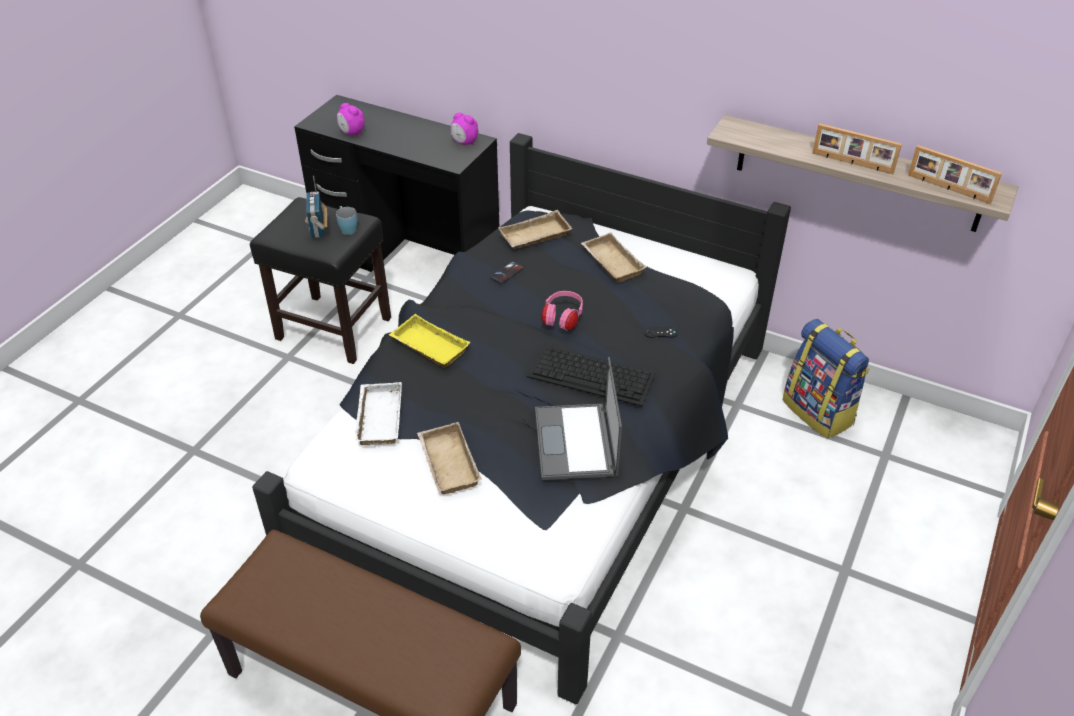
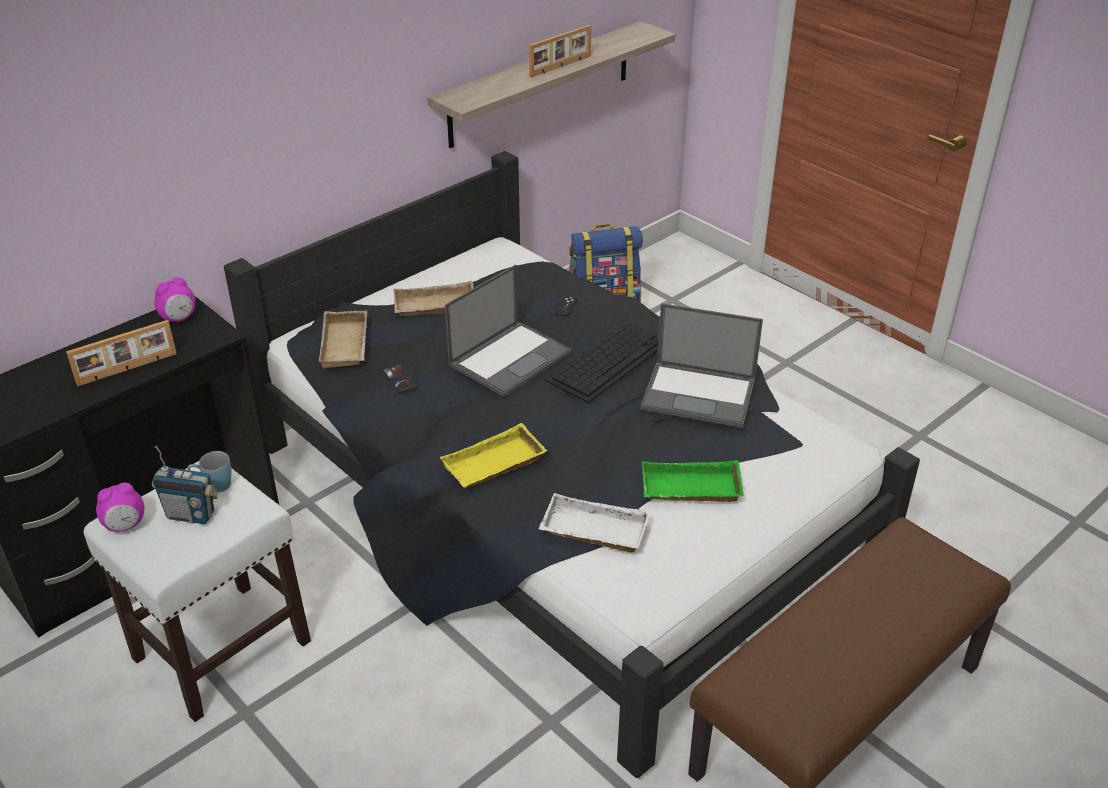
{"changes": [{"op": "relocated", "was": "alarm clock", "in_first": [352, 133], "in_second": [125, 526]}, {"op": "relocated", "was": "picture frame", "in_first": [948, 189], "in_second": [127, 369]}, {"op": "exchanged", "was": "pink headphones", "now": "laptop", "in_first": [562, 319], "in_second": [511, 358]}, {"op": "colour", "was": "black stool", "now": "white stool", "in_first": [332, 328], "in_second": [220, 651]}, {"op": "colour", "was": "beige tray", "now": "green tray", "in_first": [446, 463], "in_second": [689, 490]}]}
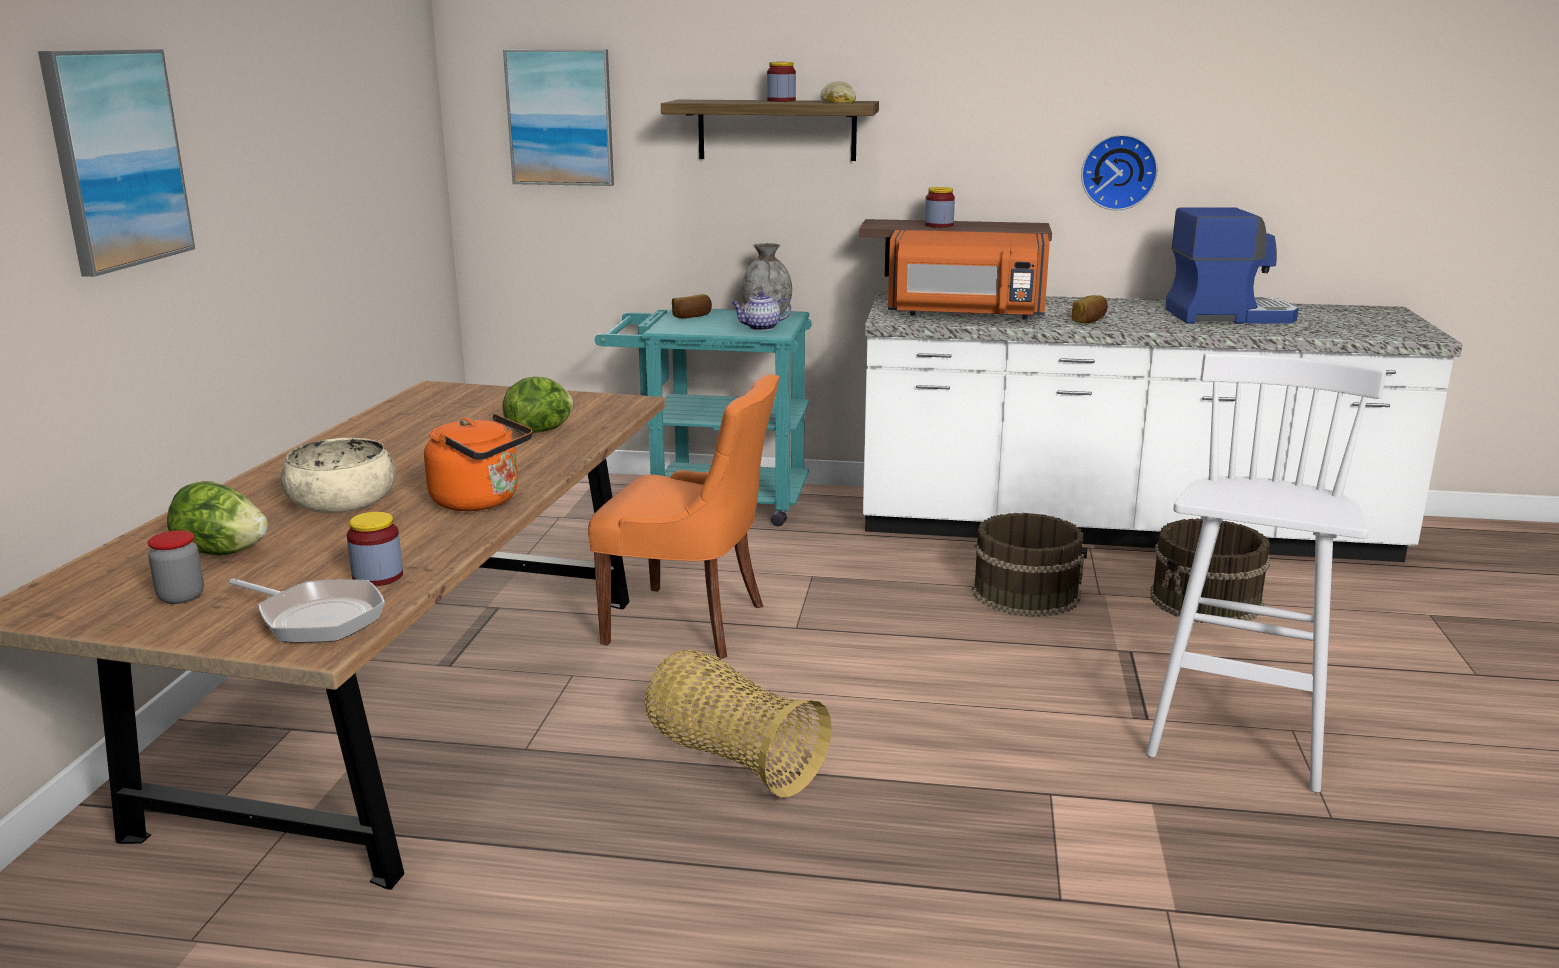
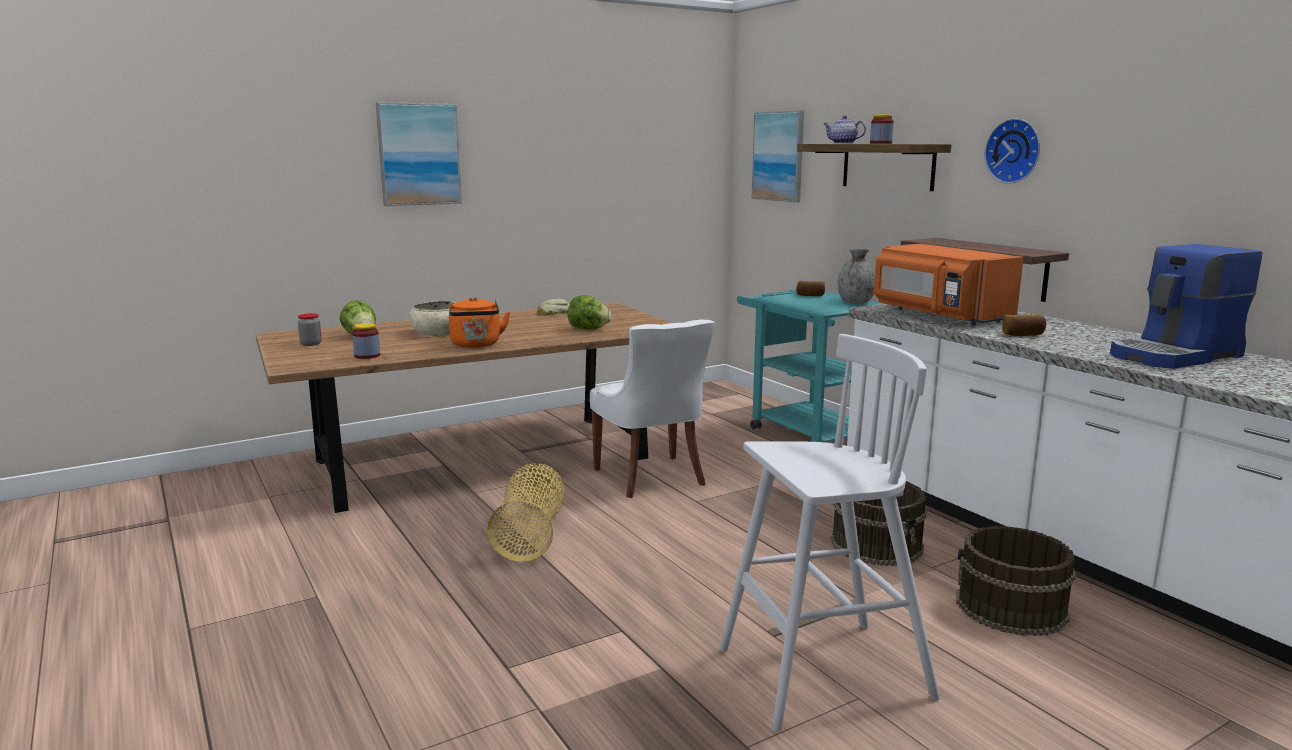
{"changes": [{"op": "missing", "was": "frying pan", "in_first": [316, 618]}, {"op": "missing", "was": "jar", "in_first": [939, 225]}, {"op": "relocated", "was": "teapot", "in_first": [760, 328], "in_second": [842, 143]}, {"op": "relocated", "was": "bread", "in_first": [838, 102], "in_second": [553, 312]}, {"op": "relocated", "was": "wall clock", "in_first": [1118, 172], "in_second": [1015, 151]}, {"op": "colour", "was": "orange chair", "now": "white chair", "in_first": [690, 623], "in_second": [651, 478]}, {"op": "spun", "was": "coffee machine", "in_first": [1229, 316], "in_second": [1176, 356], "clockwise": 105}]}
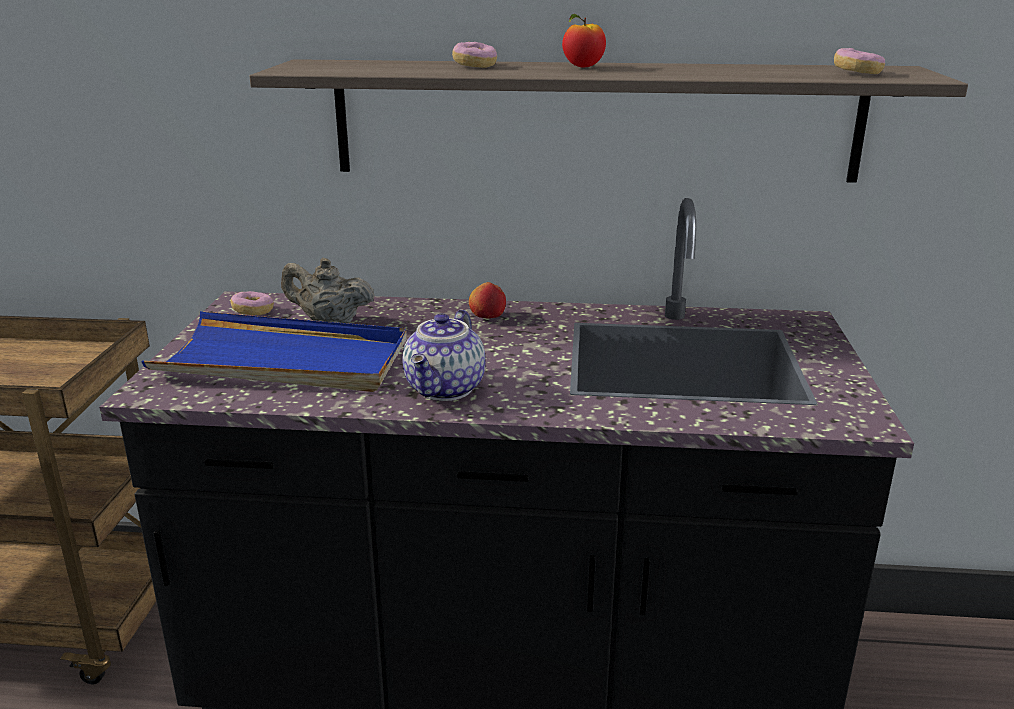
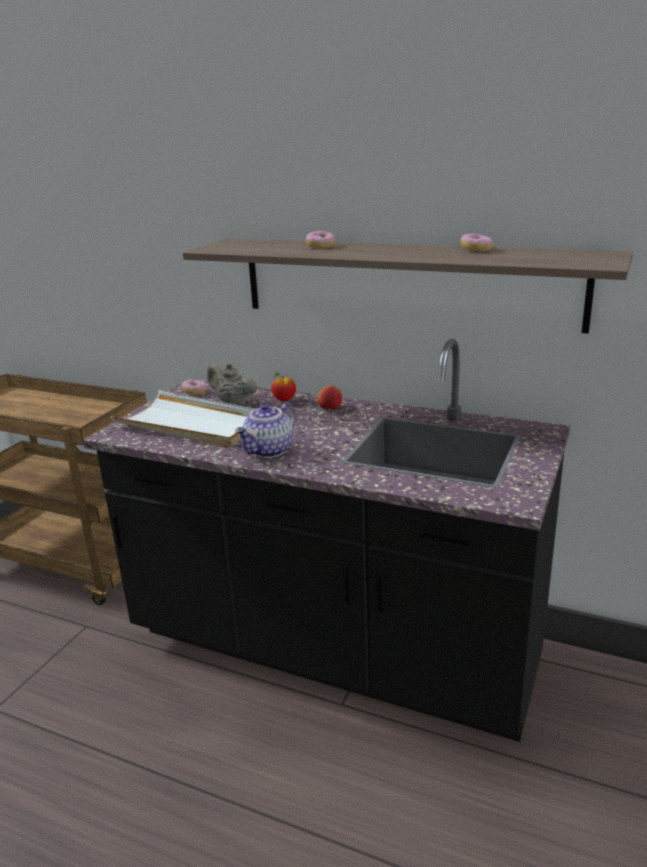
{"changes": [{"op": "relocated", "was": "apple", "in_first": [583, 67], "in_second": [284, 400]}, {"op": "relocated", "was": "donut", "in_first": [857, 73], "in_second": [476, 250]}, {"op": "colour", "was": "blue tray", "now": "white tray", "in_first": [284, 361], "in_second": [192, 424]}]}
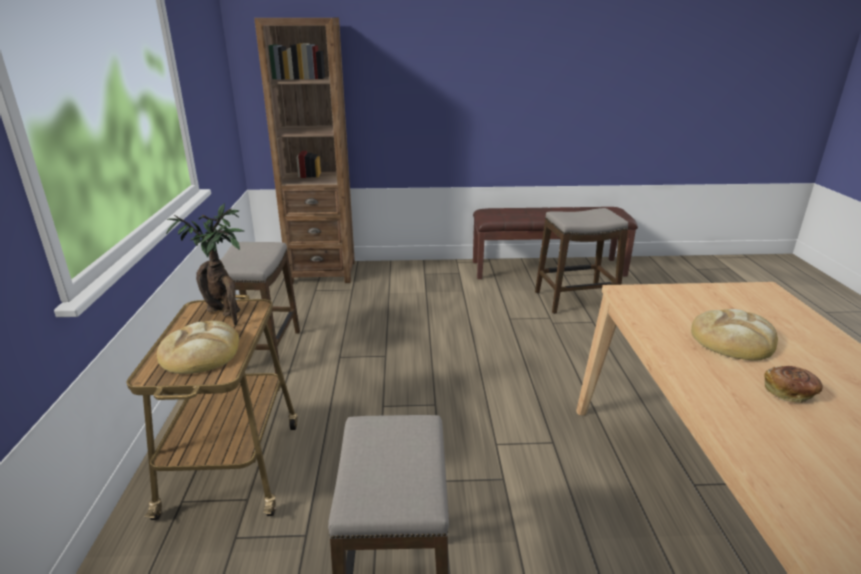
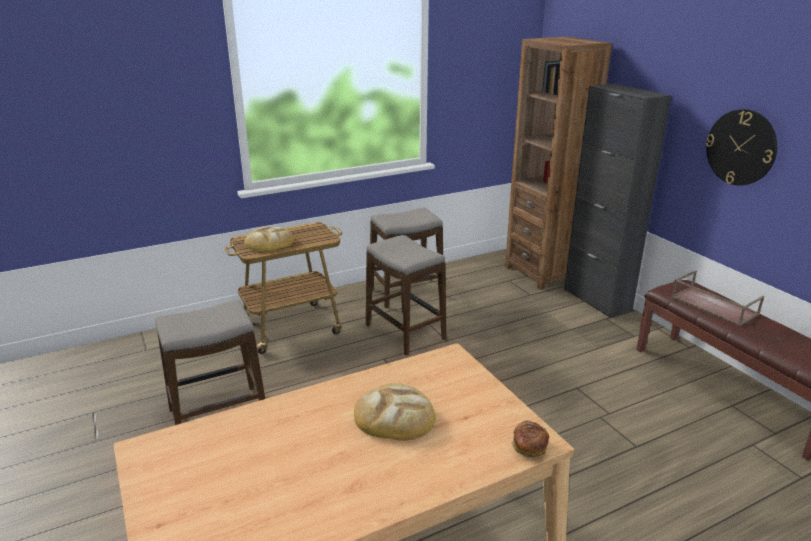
{"changes": [{"op": "missing", "was": "potted plant", "in_first": [225, 313]}, {"op": "appeared", "now": "black cabinet", "in_second": [597, 300]}, {"op": "appeared", "now": "brown tray", "in_second": [712, 305]}, {"op": "appeared", "now": "wall clock", "in_second": [741, 147]}, {"op": "relocated", "was": "stool", "in_first": [575, 299], "in_second": [405, 332]}, {"op": "relocated", "was": "bread", "in_first": [789, 393], "in_second": [529, 448]}]}
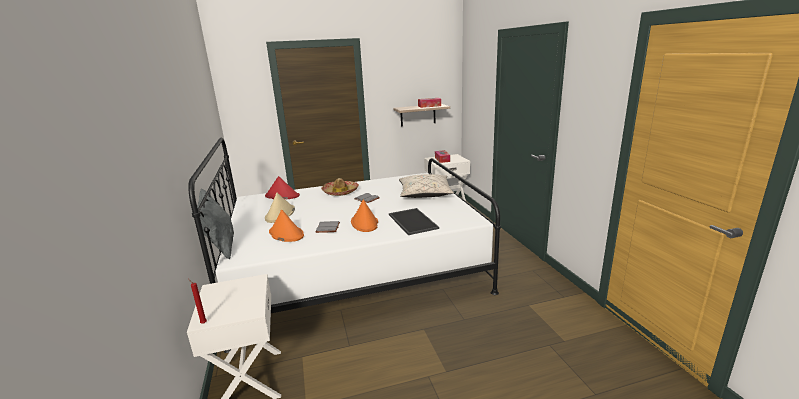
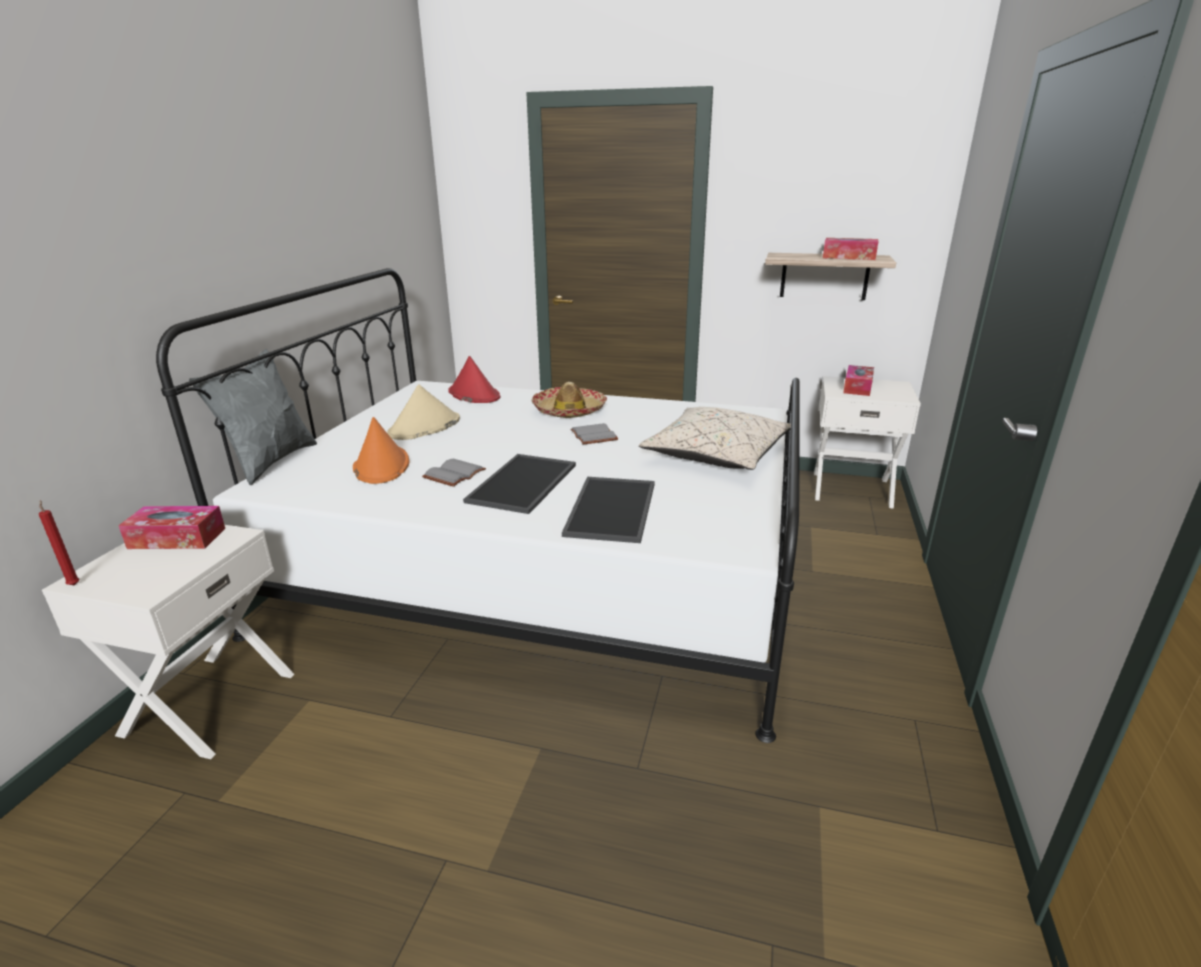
{"changes": [{"op": "appeared", "now": "tissue box", "in_second": [177, 538]}, {"op": "exchanged", "was": "orange hat", "now": "tray", "in_first": [364, 223], "in_second": [524, 484]}]}
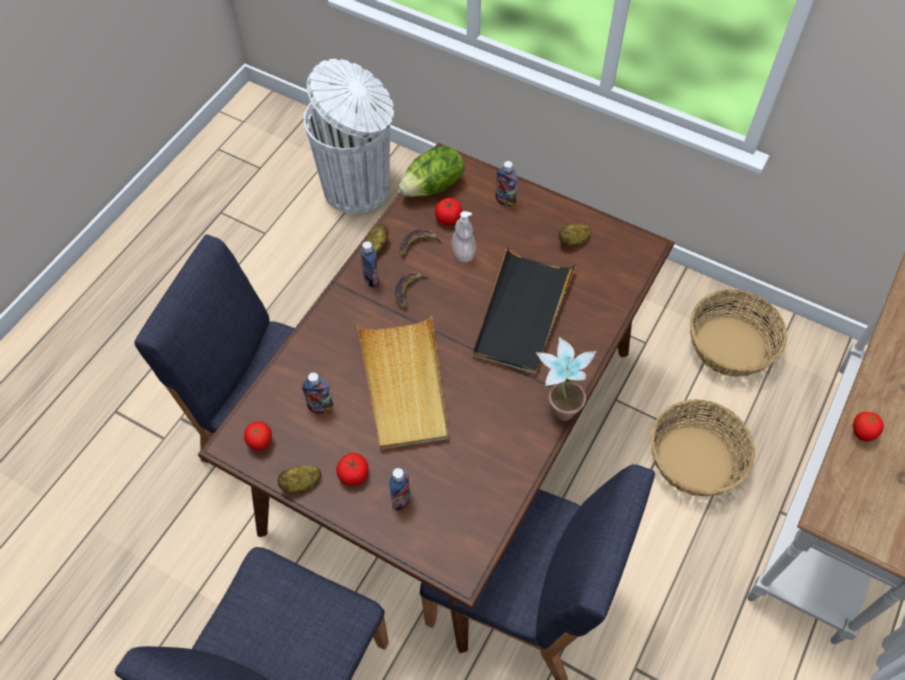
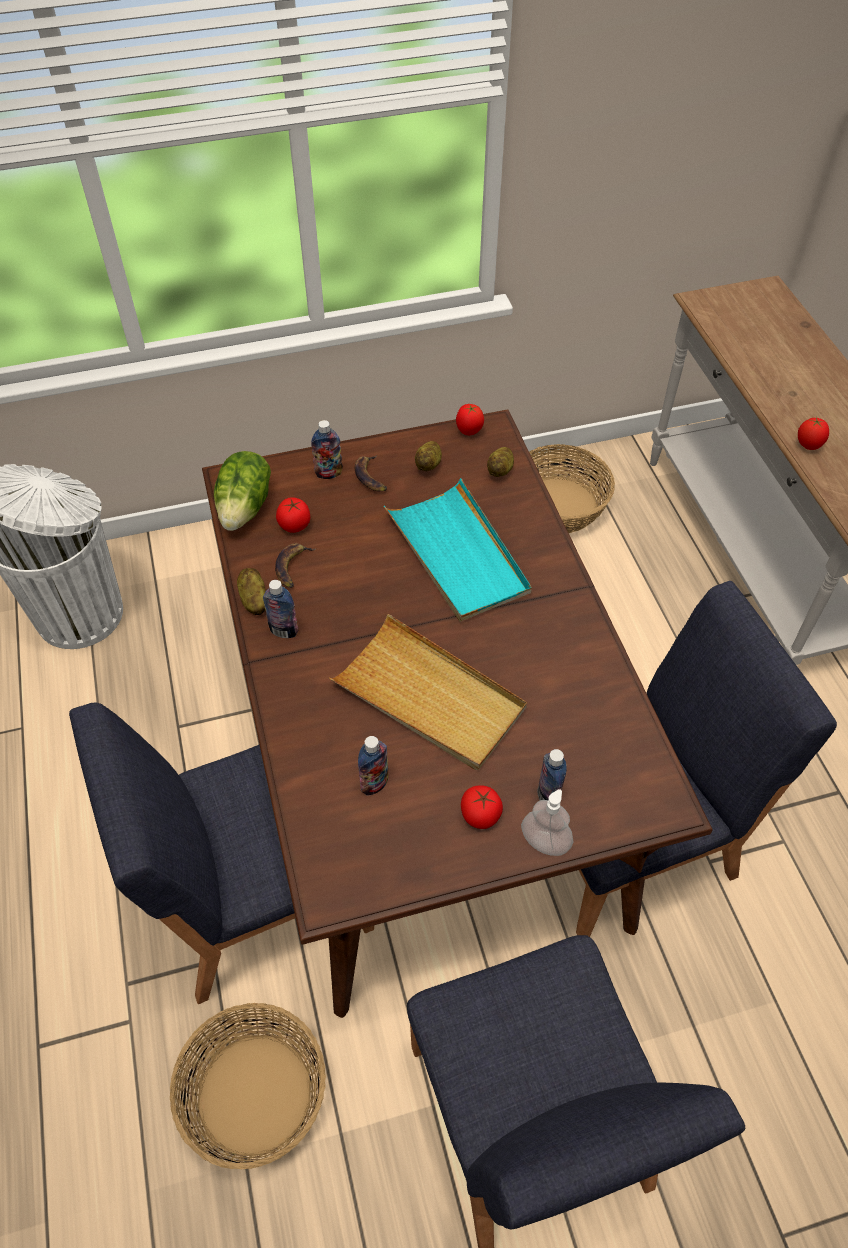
{"changes": [{"op": "missing", "was": "potted plant", "in_first": [560, 405]}, {"op": "relocated", "was": "tomato", "in_first": [260, 443], "in_second": [469, 431]}, {"op": "relocated", "was": "potato", "in_first": [301, 483], "in_second": [501, 470]}, {"op": "relocated", "was": "banana", "in_first": [409, 291], "in_second": [371, 476]}, {"op": "relocated", "was": "soap dispenser", "in_first": [463, 253], "in_second": [545, 841]}, {"op": "relocated", "was": "basket", "in_first": [695, 460], "in_second": [256, 1093]}, {"op": "colour", "was": "black tray", "now": "turquoise tray", "in_first": [522, 313], "in_second": [458, 554]}]}
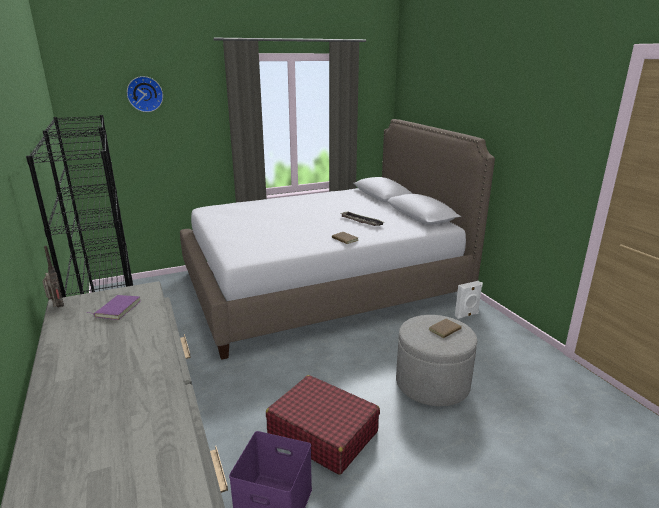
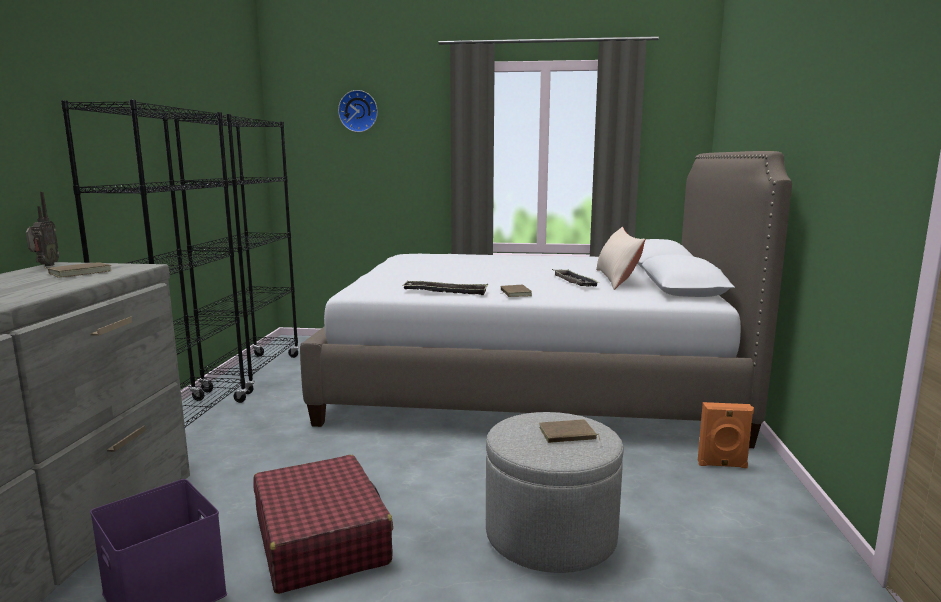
{"changes": [{"op": "appeared", "now": "tray", "in_second": [445, 292]}, {"op": "appeared", "now": "beige pillow", "in_second": [617, 279]}, {"op": "colour", "was": "purple book", "now": "brown book", "in_first": [117, 309], "in_second": [80, 272]}, {"op": "colour", "was": "white speaker", "now": "orange speaker", "in_first": [467, 315], "in_second": [722, 465]}]}
